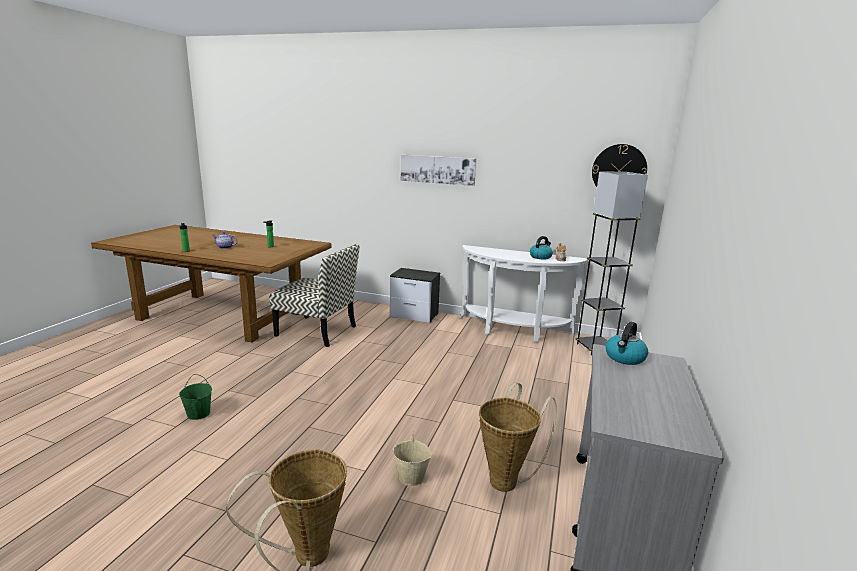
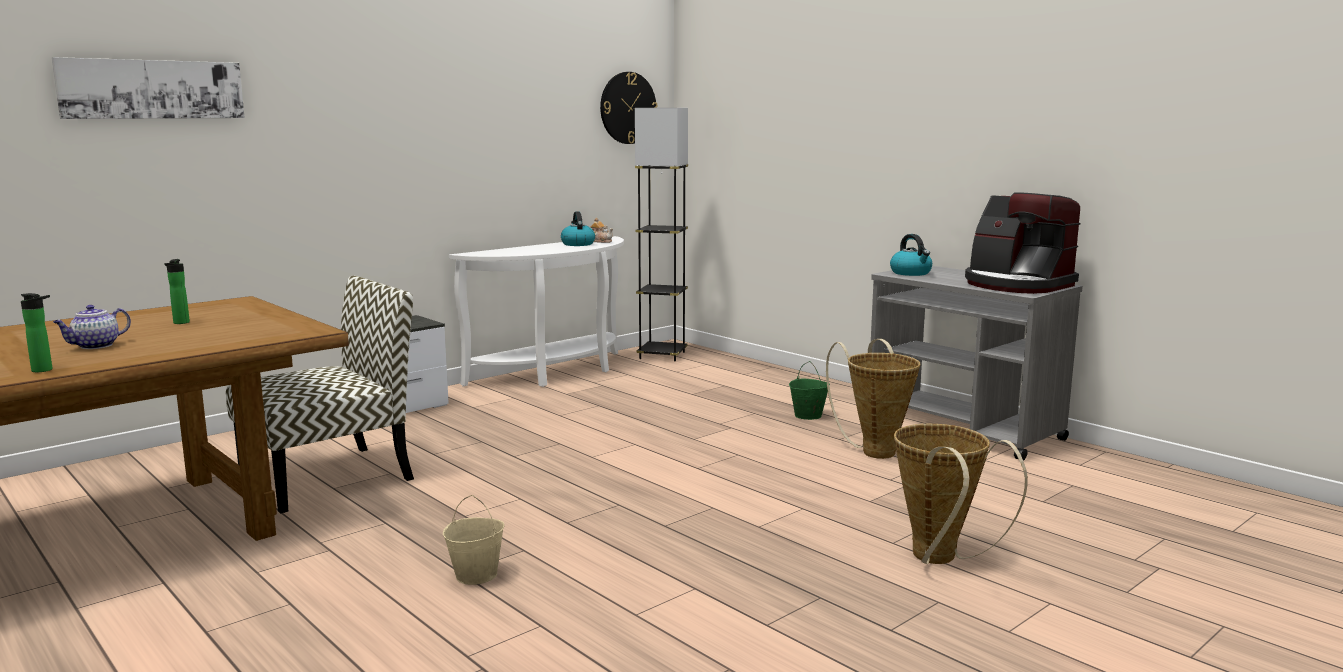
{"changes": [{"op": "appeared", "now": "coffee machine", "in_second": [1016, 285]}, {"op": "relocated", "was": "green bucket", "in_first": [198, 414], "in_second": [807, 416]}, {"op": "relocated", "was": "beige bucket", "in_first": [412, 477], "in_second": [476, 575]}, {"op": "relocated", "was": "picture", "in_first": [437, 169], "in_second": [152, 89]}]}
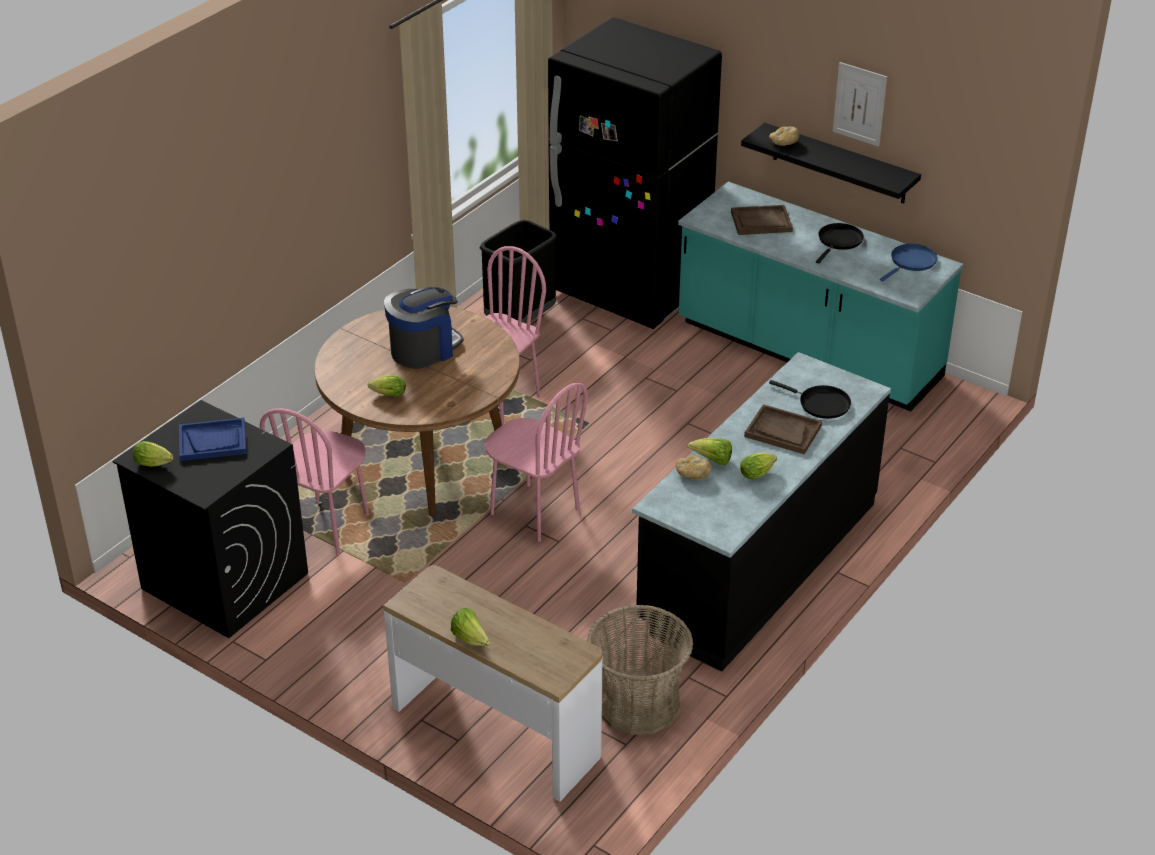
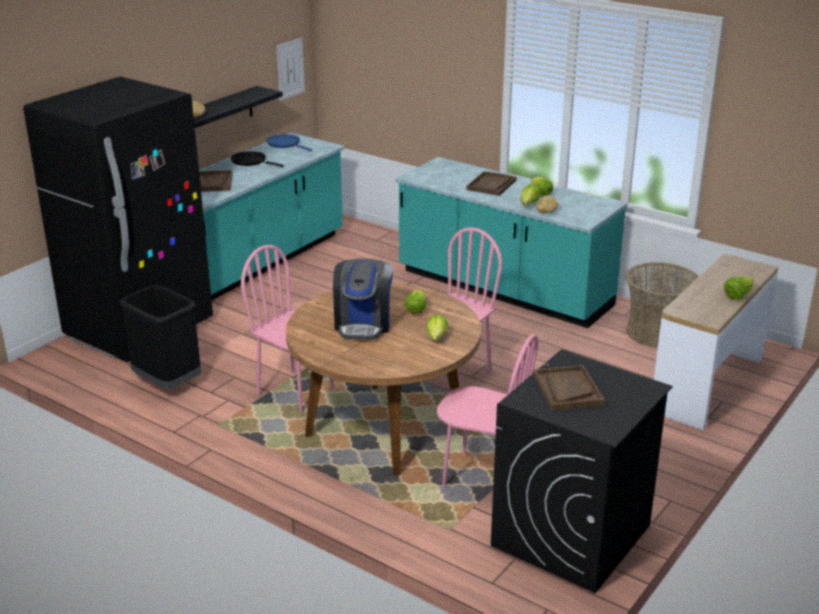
{"changes": [{"op": "missing", "was": "black frying pan", "in_first": [821, 404]}, {"op": "relocated", "was": "lettuce", "in_first": [155, 464], "in_second": [417, 309]}, {"op": "relocated", "was": "picture", "in_first": [859, 104], "in_second": [290, 69]}, {"op": "colour", "was": "blue tray", "now": "brown tray", "in_first": [213, 441], "in_second": [567, 389]}, {"op": "colour", "was": "black counter", "now": "turquoise counter", "in_first": [757, 563], "in_second": [503, 289]}, {"op": "spun", "was": "coffee machine", "in_first": [424, 349], "in_second": [363, 324], "clockwise": -135}]}
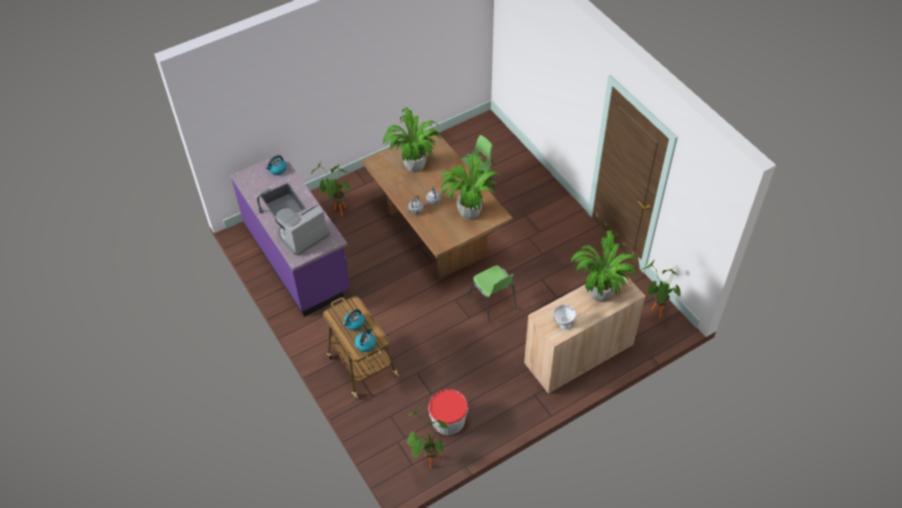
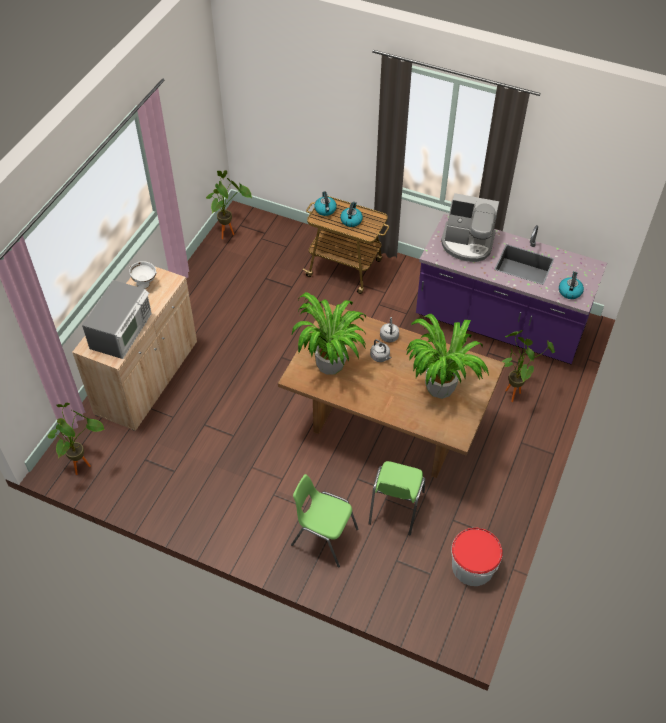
{"changes": [{"op": "relocated", "was": "bucket", "in_first": [448, 420], "in_second": [472, 566]}, {"op": "relocated", "was": "green chair", "in_first": [493, 303], "in_second": [324, 537]}, {"op": "exchanged", "was": "potted plant", "now": "microwave", "in_first": [600, 293], "in_second": [122, 331]}, {"op": "spun", "was": "coffee machine", "in_first": [302, 235], "in_second": [467, 243], "clockwise": 90}]}
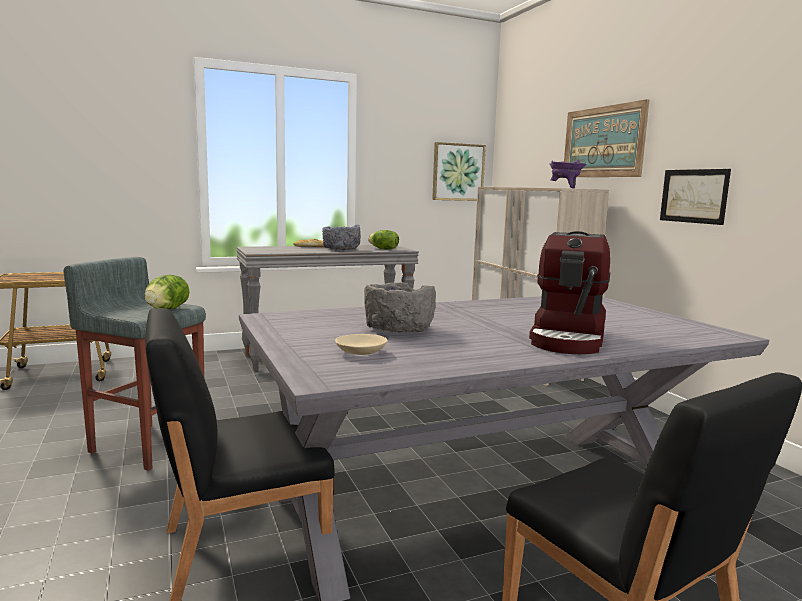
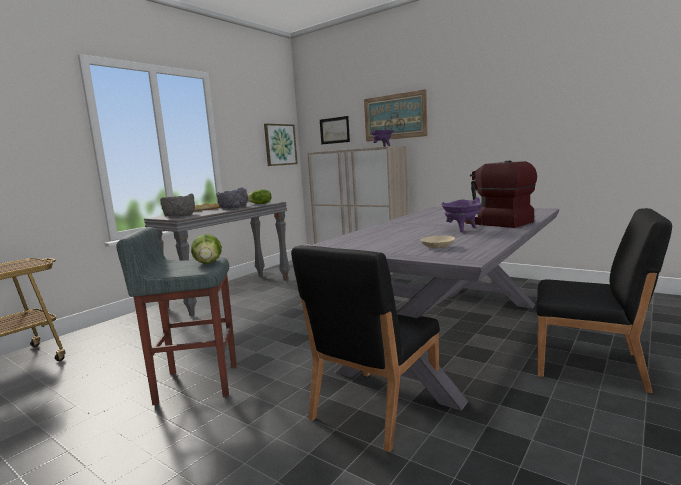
{"changes": [{"op": "appeared", "now": "purple cooking pot", "in_second": [461, 230]}, {"op": "relocated", "was": "grey bowl", "in_first": [398, 329], "in_second": [179, 215]}, {"op": "relocated", "was": "picture", "in_first": [693, 196], "in_second": [334, 130]}, {"op": "spun", "was": "coffee machine", "in_first": [569, 338], "in_second": [496, 223], "clockwise": 150}]}
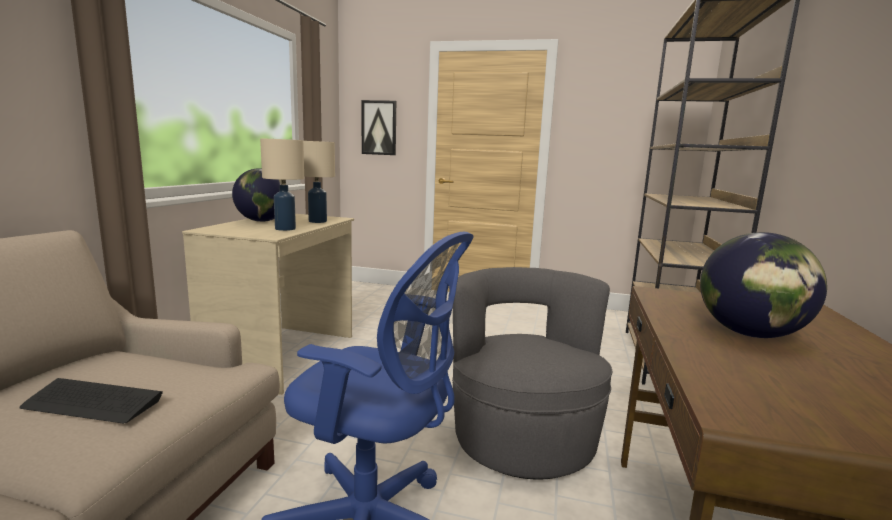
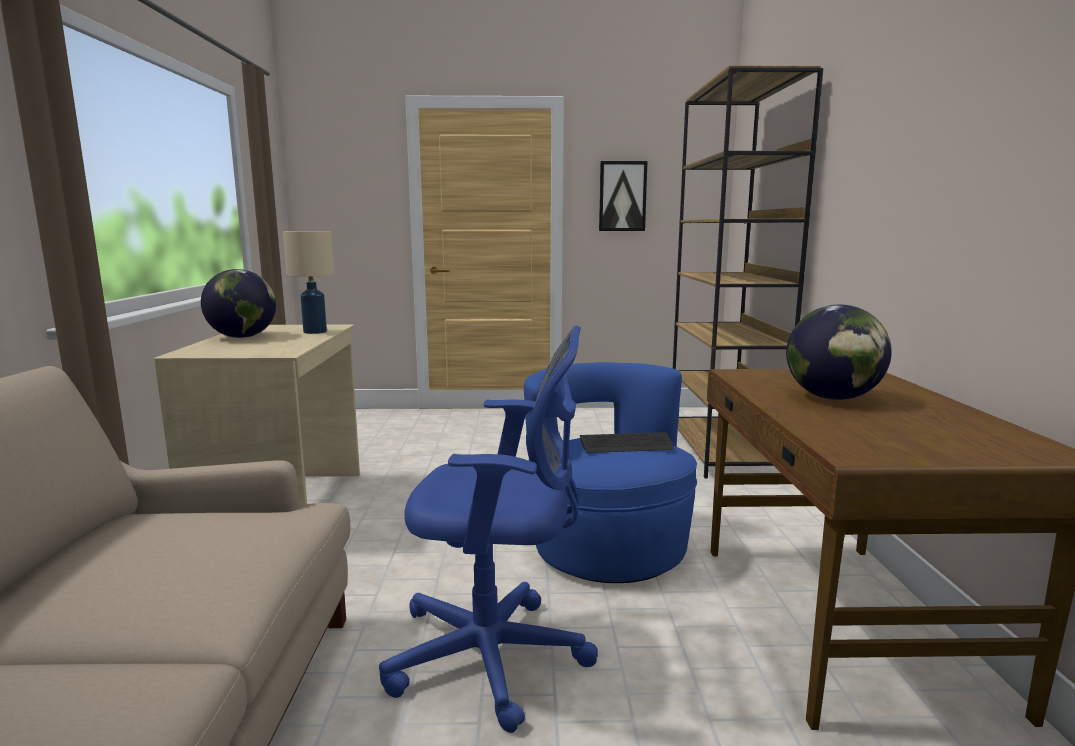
{"changes": [{"op": "missing", "was": "beige table lamp", "in_first": [285, 229]}, {"op": "relocated", "was": "keyboard", "in_first": [93, 403], "in_second": [626, 445]}, {"op": "relocated", "was": "picture", "in_first": [379, 128], "in_second": [622, 196]}, {"op": "colour", "was": "grey armchair", "now": "blue armchair", "in_first": [523, 438], "in_second": [608, 547]}]}
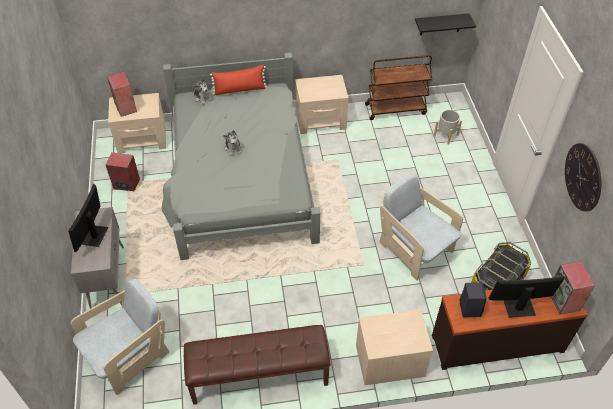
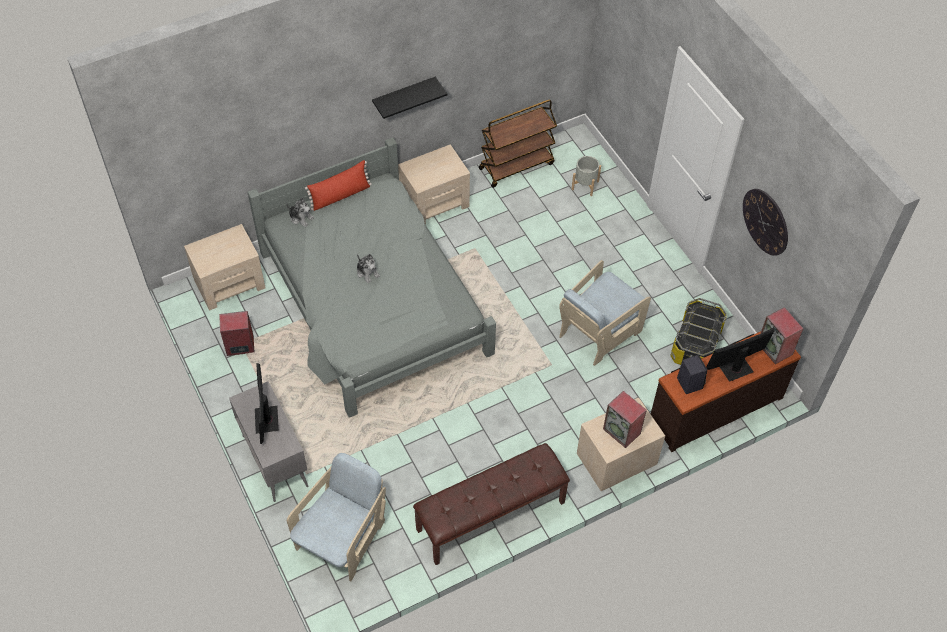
{"changes": [{"op": "relocated", "was": "speaker", "in_first": [126, 107], "in_second": [622, 431]}, {"op": "relocated", "was": "black shelf", "in_first": [440, 24], "in_second": [404, 97]}, {"op": "spun", "was": "beige armchair", "in_first": [414, 249], "in_second": [599, 331], "clockwise": -75}]}
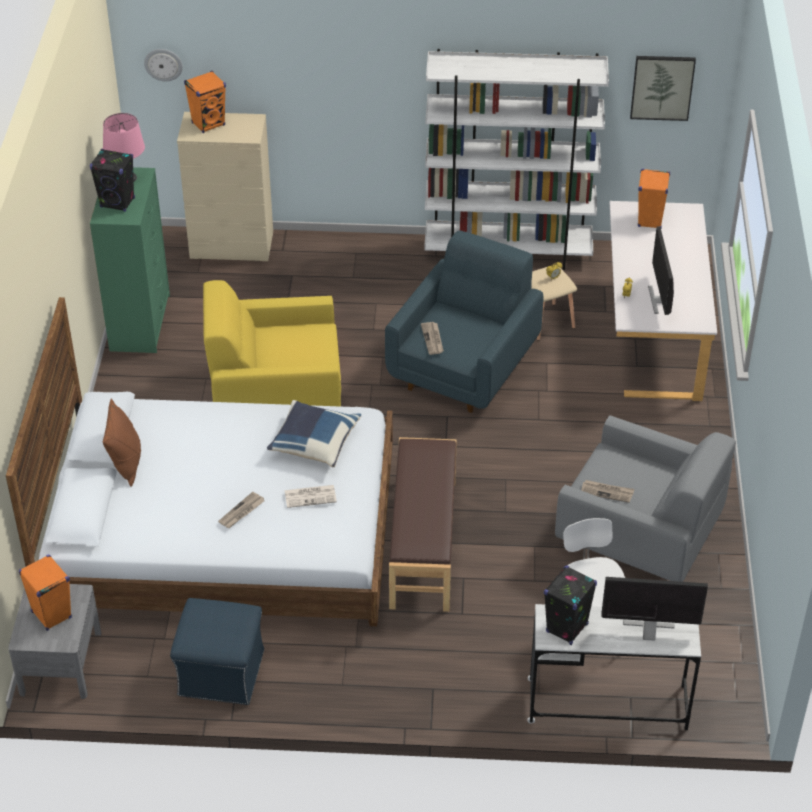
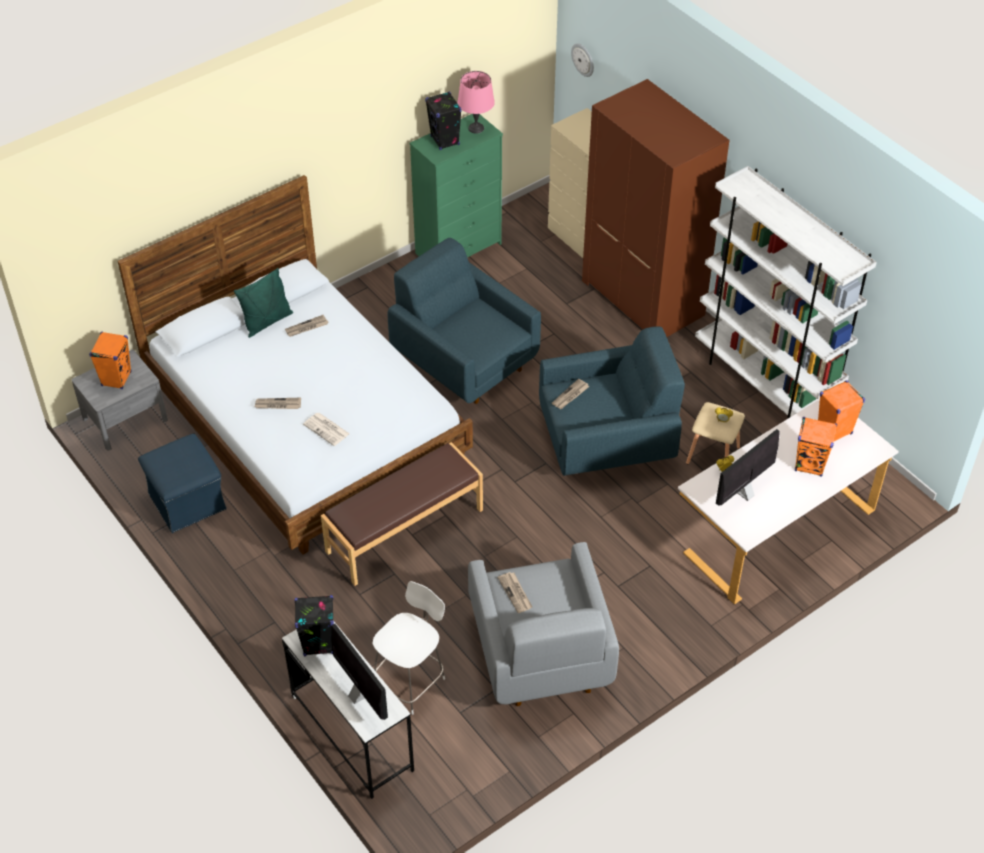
{"changes": [{"op": "missing", "was": "blue pillow", "in_first": [314, 443]}, {"op": "missing", "was": "picture", "in_first": [662, 87]}, {"op": "appeared", "now": "newspaper", "in_second": [306, 327]}, {"op": "appeared", "now": "brown wardrobe", "in_second": [644, 298]}, {"op": "relocated", "was": "orange speaker", "in_first": [208, 124], "in_second": [810, 465]}, {"op": "colour", "was": "brown pillow", "now": "green pillow", "in_first": [126, 463], "in_second": [267, 322]}, {"op": "colour", "was": "yellow armchair", "now": "blue armchair", "in_first": [275, 397], "in_second": [463, 361]}]}
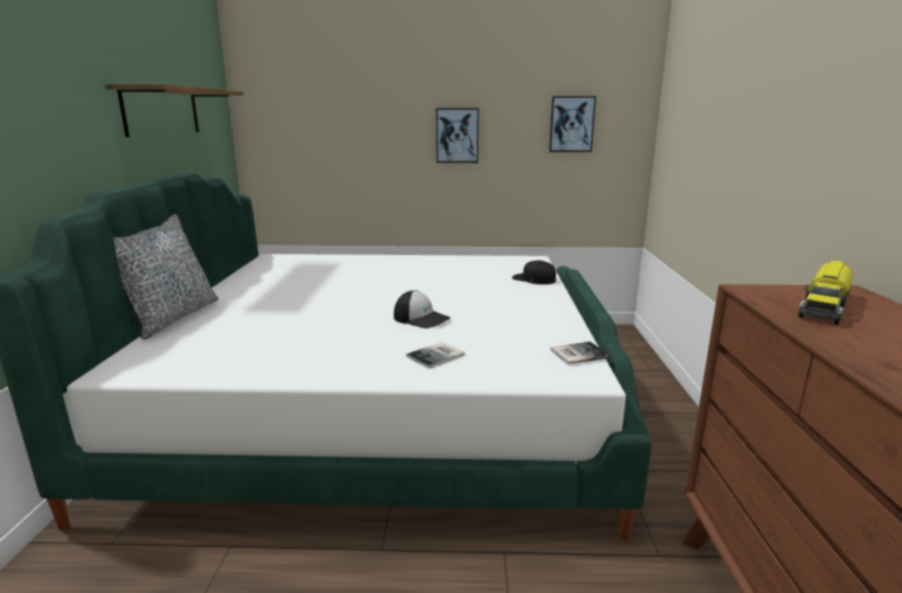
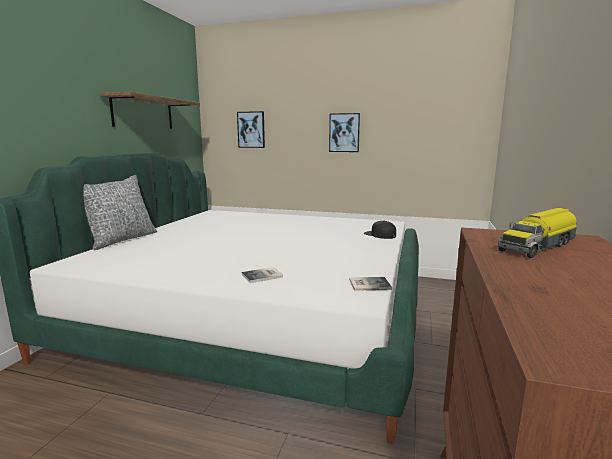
{"changes": [{"op": "missing", "was": "cap", "in_first": [421, 318]}, {"op": "relocated", "was": "picture", "in_first": [571, 124], "in_second": [251, 129]}]}
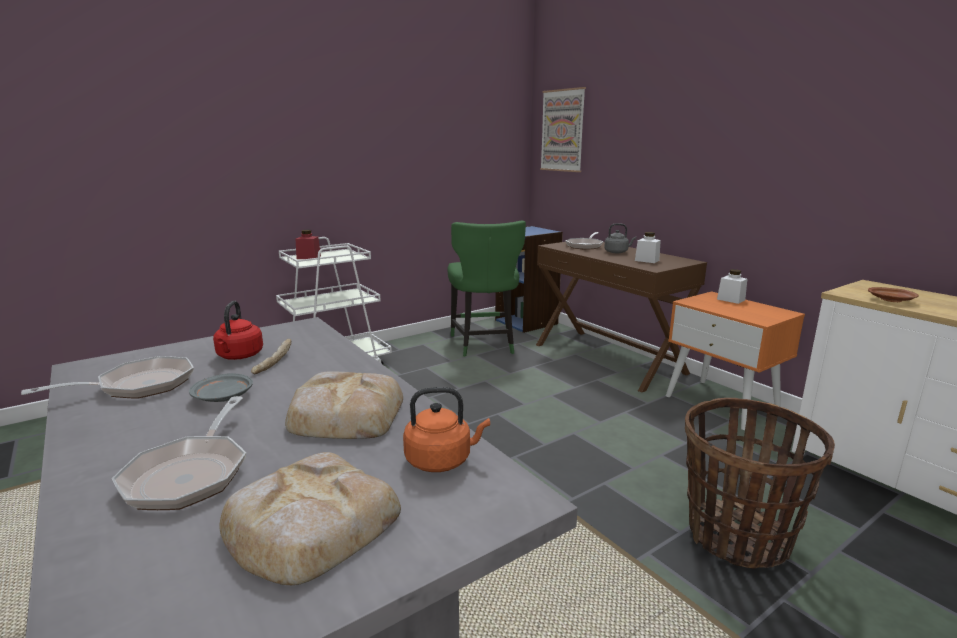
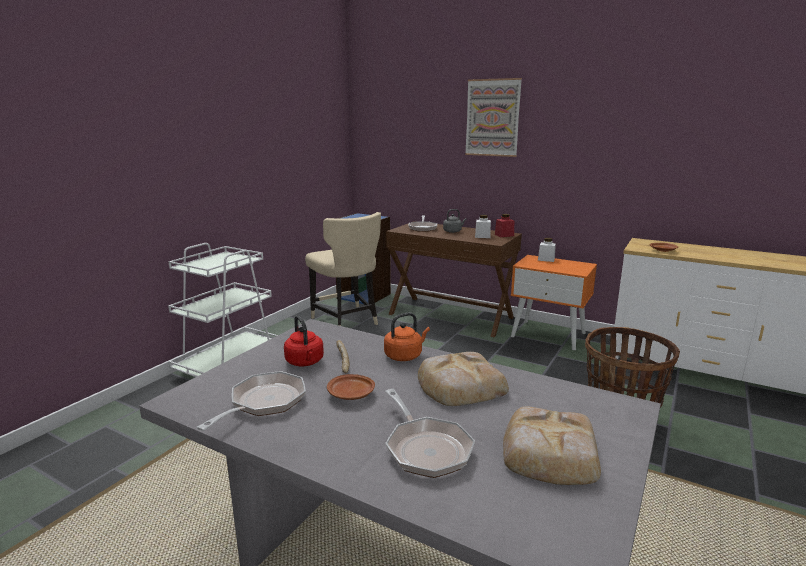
{"changes": [{"op": "relocated", "was": "red jar", "in_first": [308, 257], "in_second": [504, 235]}, {"op": "relocated", "was": "orange kettle", "in_first": [442, 460], "in_second": [405, 356]}, {"op": "relocated", "was": "picture", "in_first": [562, 130], "in_second": [492, 118]}, {"op": "colour", "was": "grey plate", "now": "brown plate", "in_first": [223, 397], "in_second": [351, 395]}, {"op": "colour", "was": "green chair", "now": "beige chair", "in_first": [484, 344], "in_second": [346, 321]}]}
